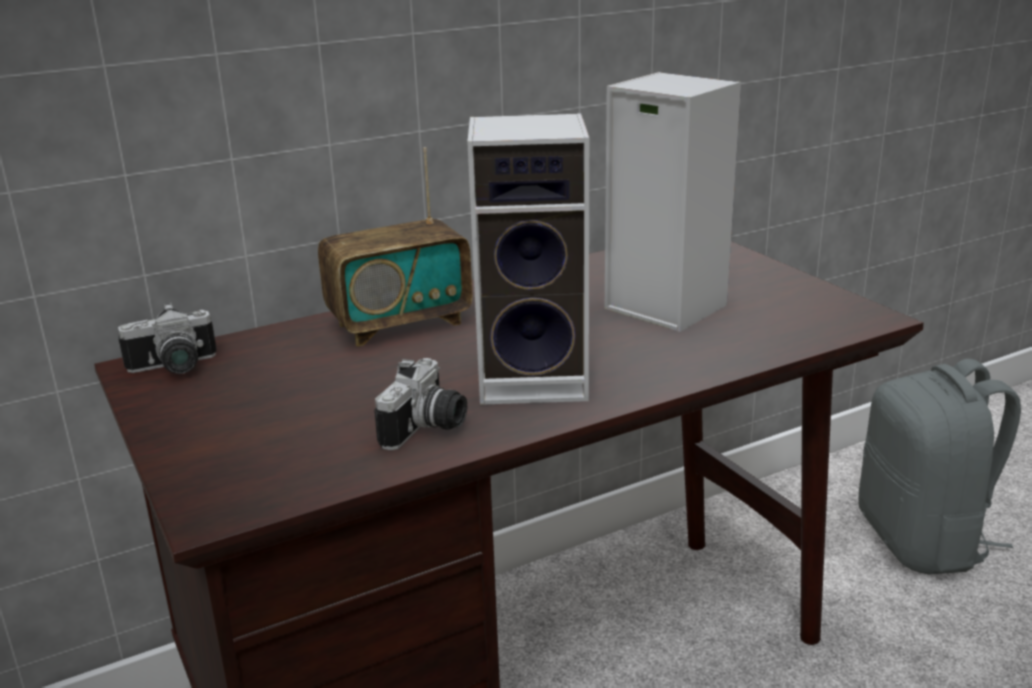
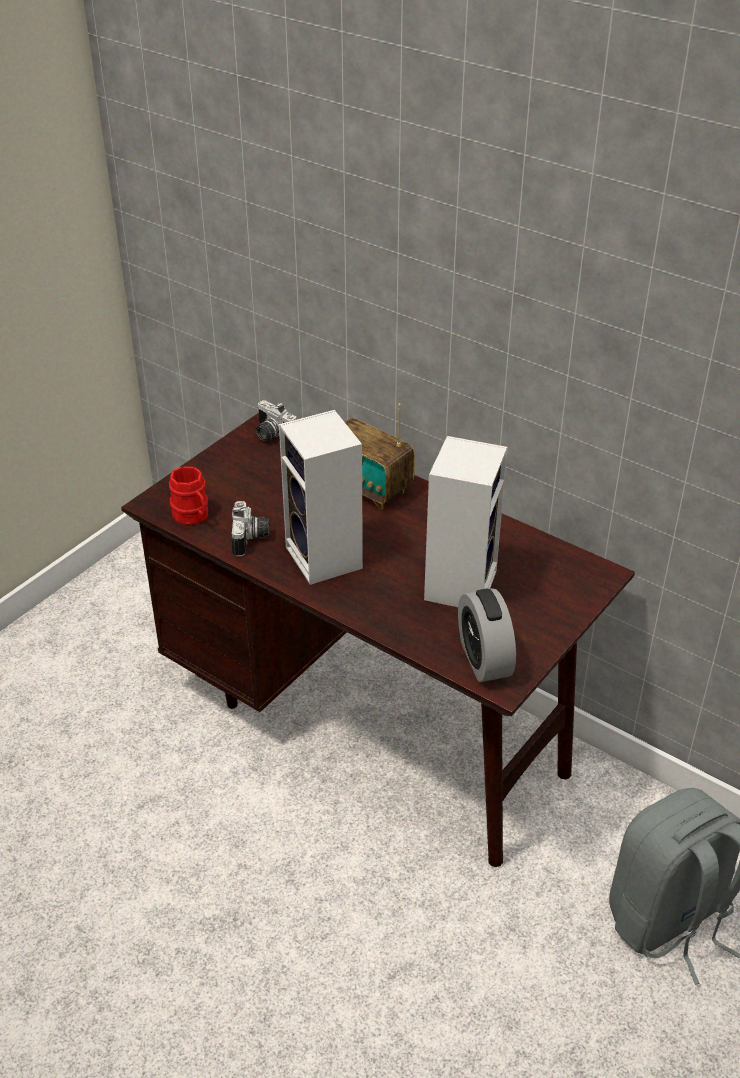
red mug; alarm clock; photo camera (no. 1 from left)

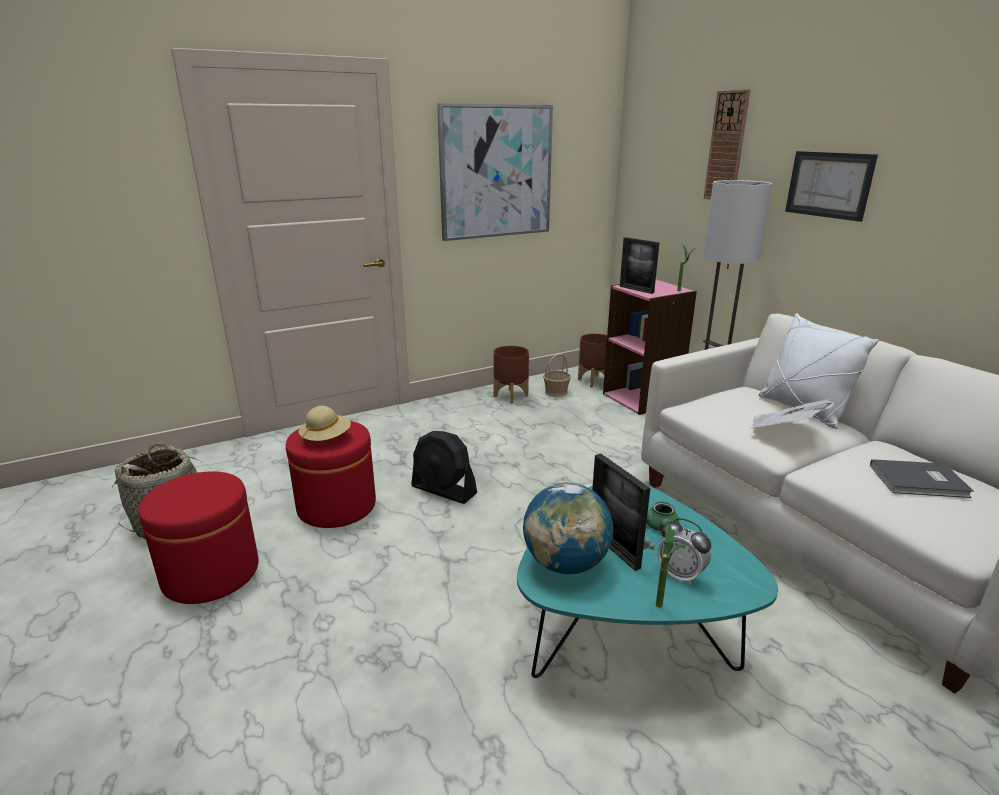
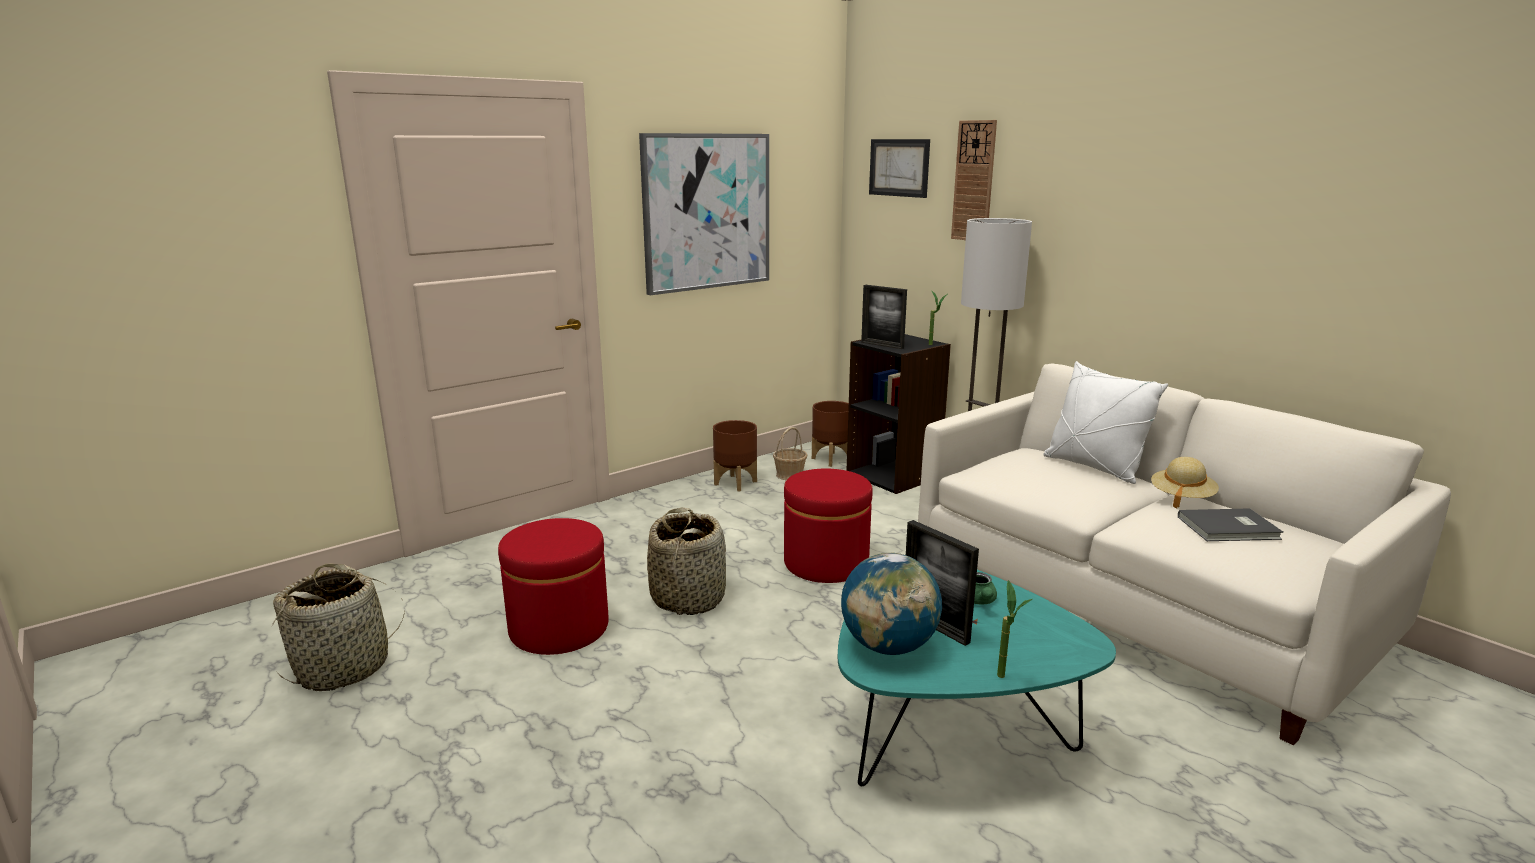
alarm clock; newspaper; red ottoman (no. 2 from left); beige hat; picture (no. 2 from left); basket (no. 2 from left); black bookcase

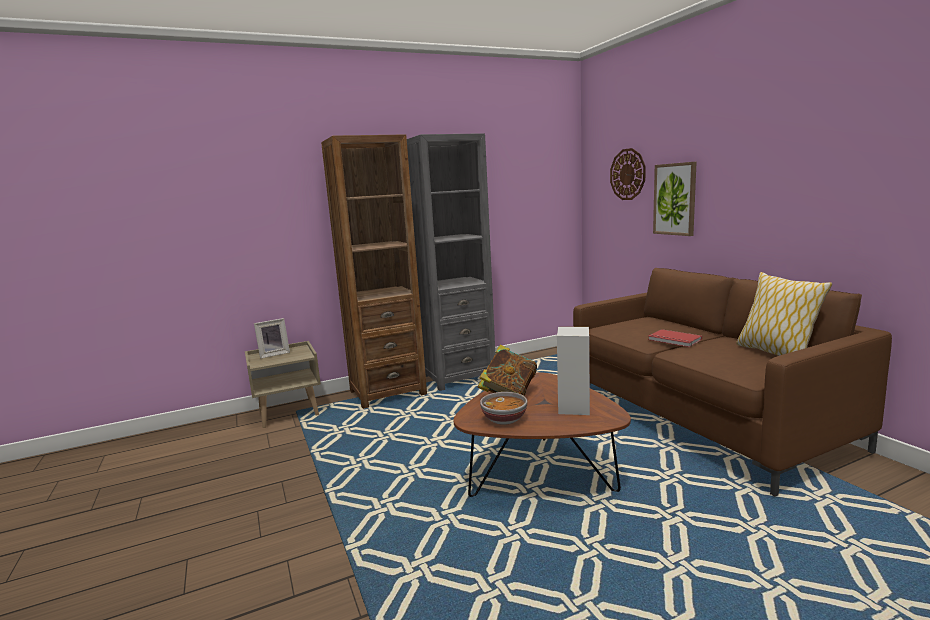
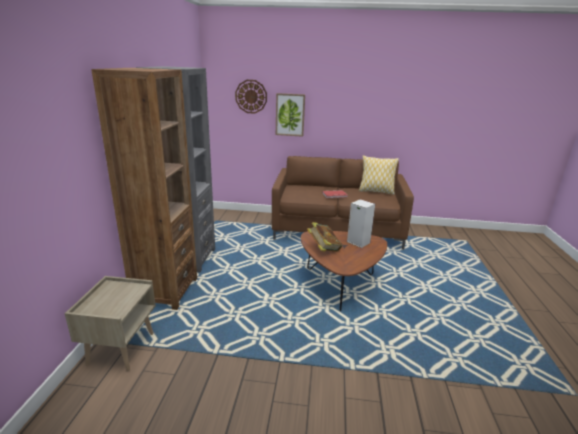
picture frame; bowl

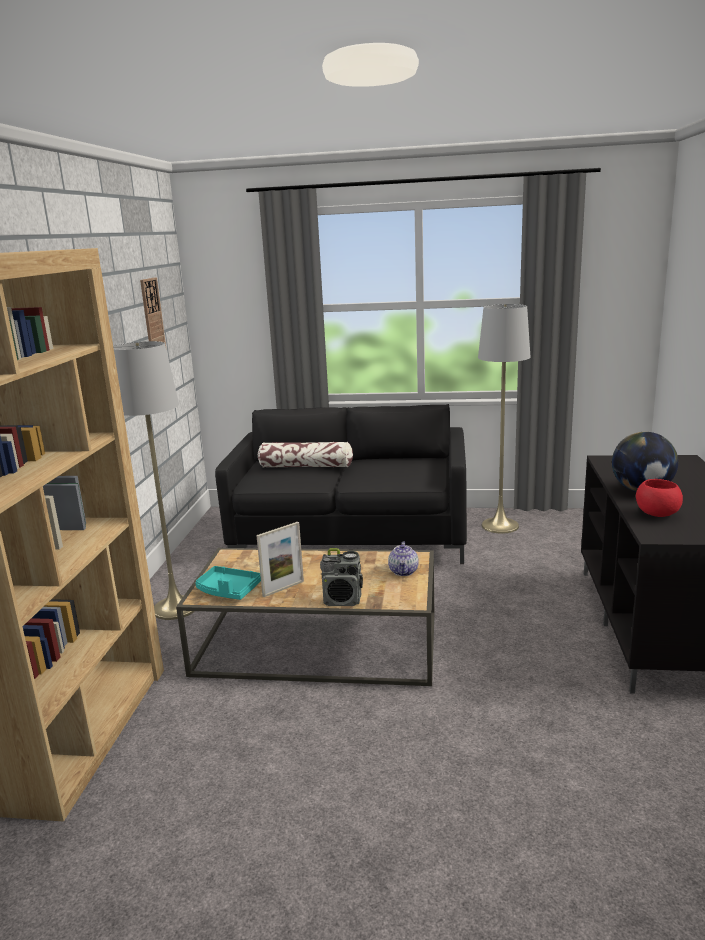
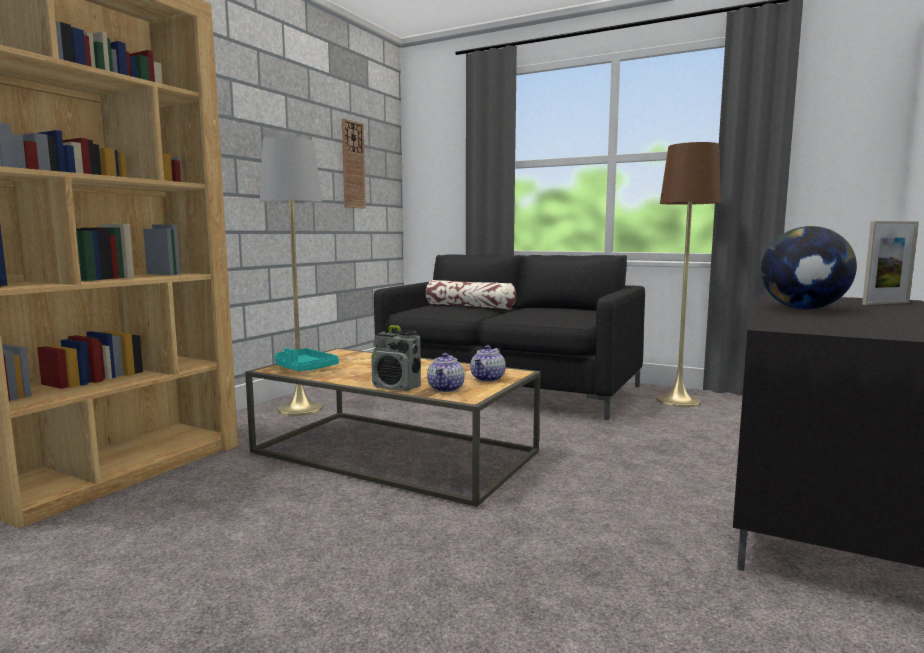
red bowl; teapot (no. 1 from left); picture frame; brown floor lamp

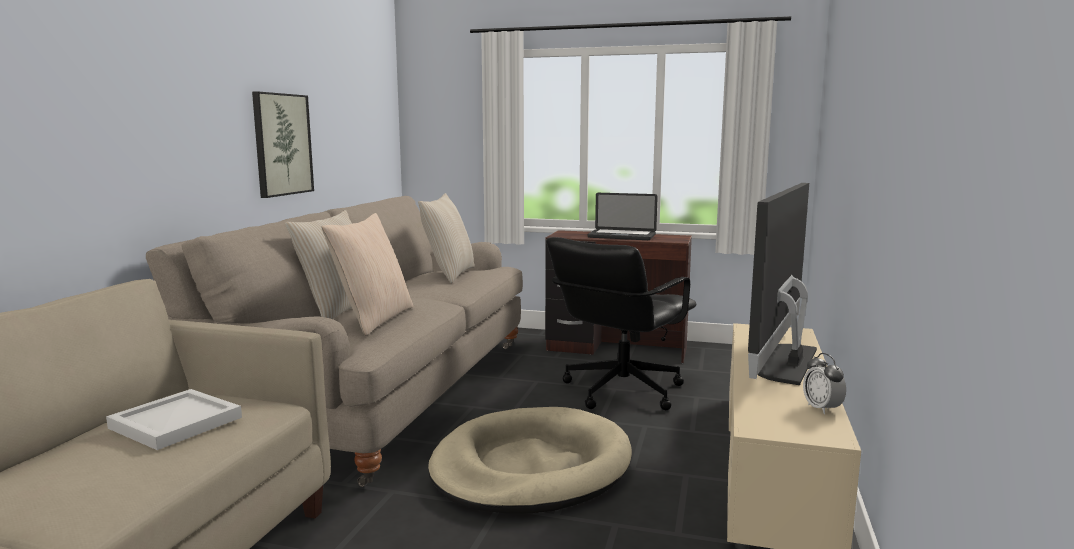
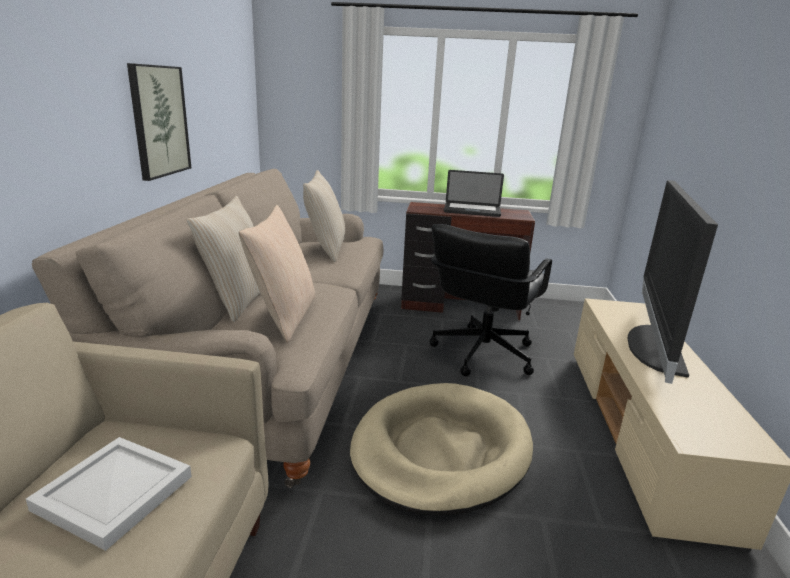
alarm clock

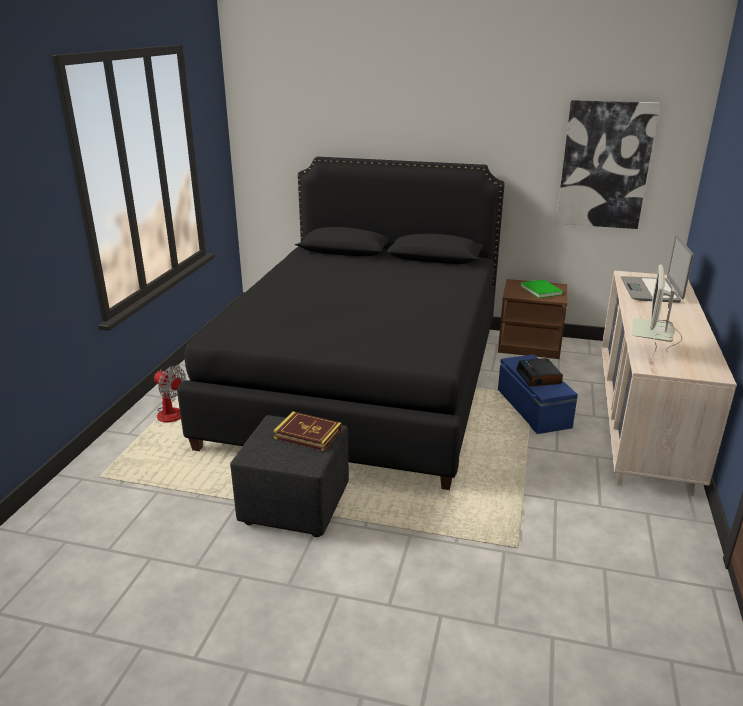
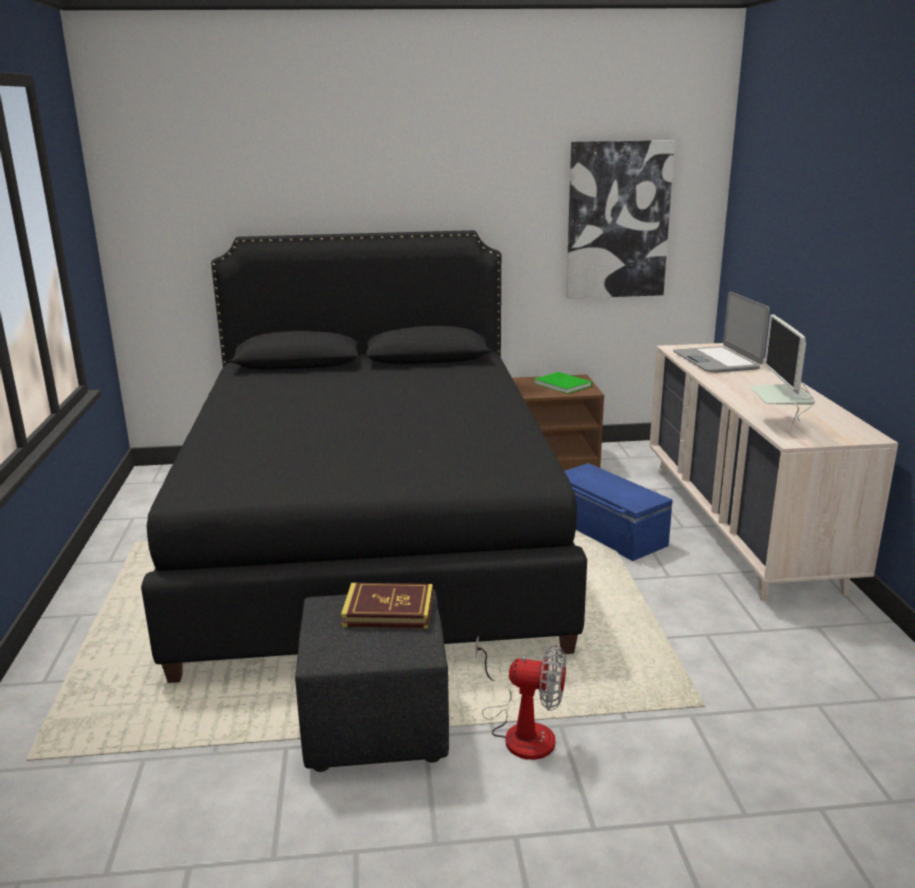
alarm clock; fan

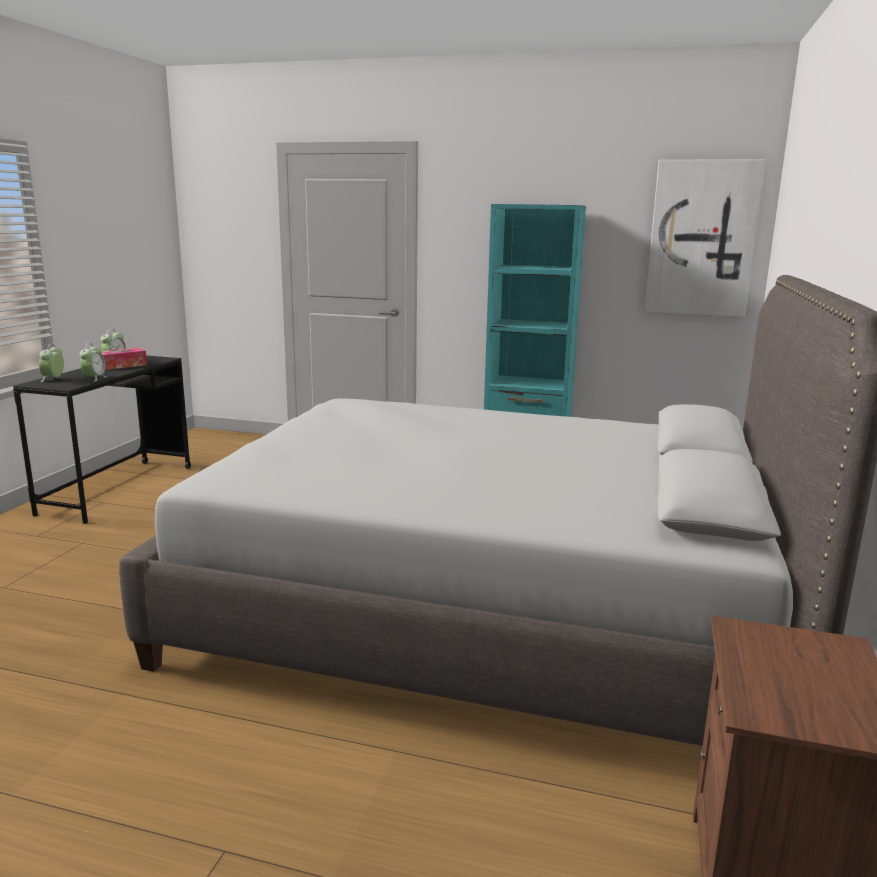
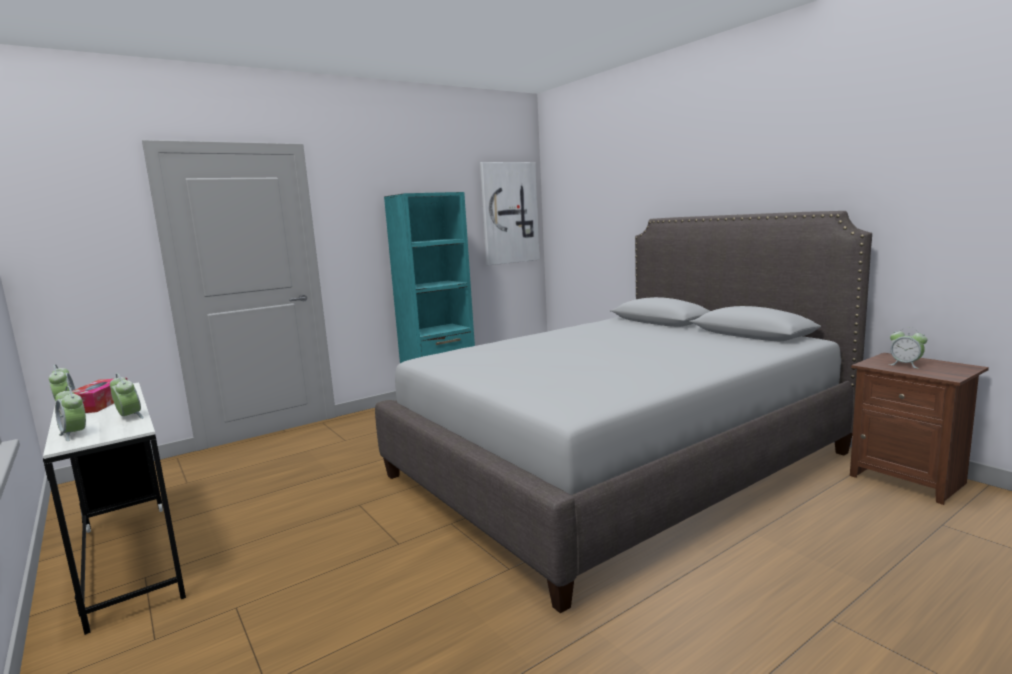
alarm clock (no. 4 from left); white desk

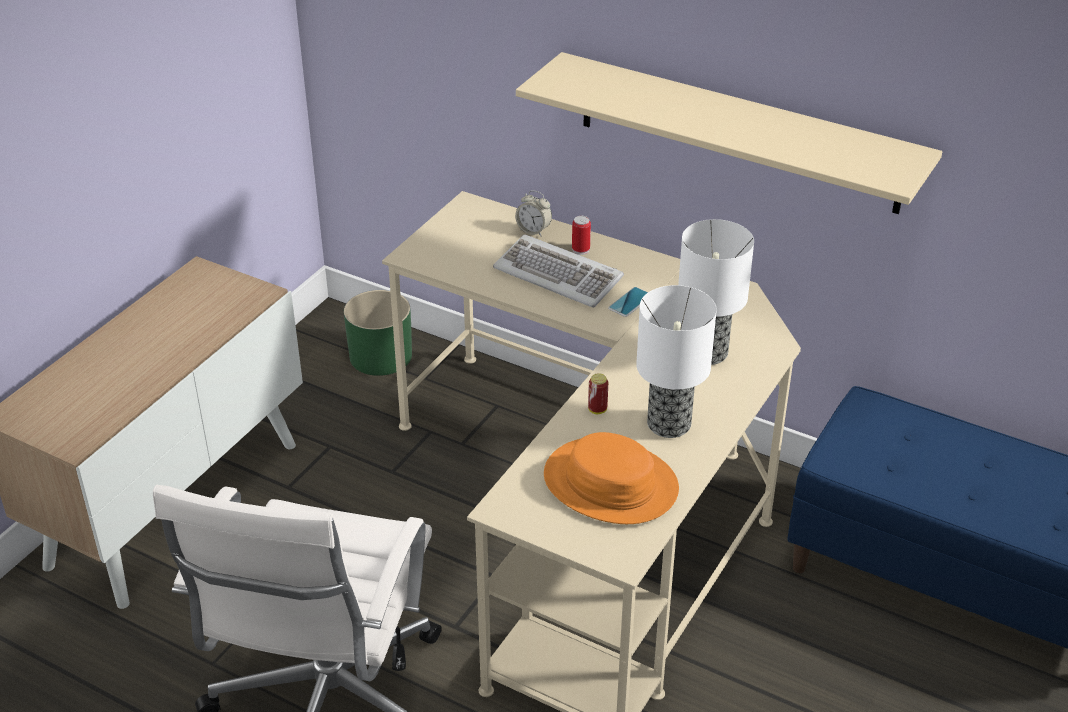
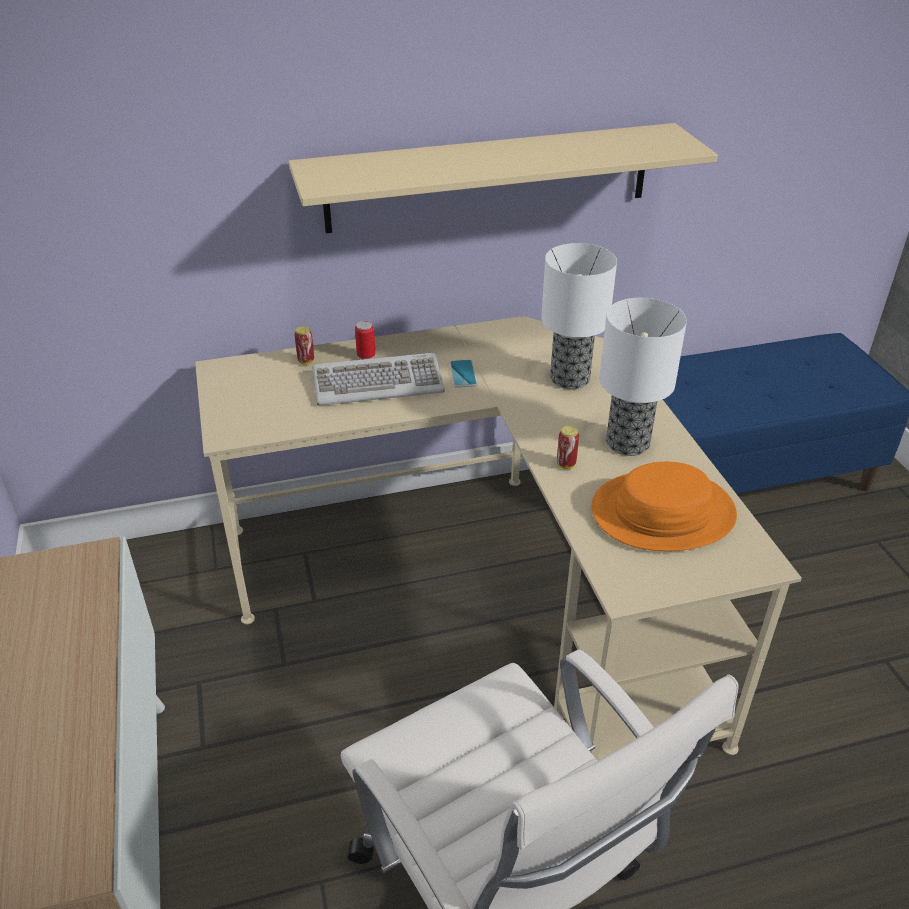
green planter; can (no. 1 from left)

